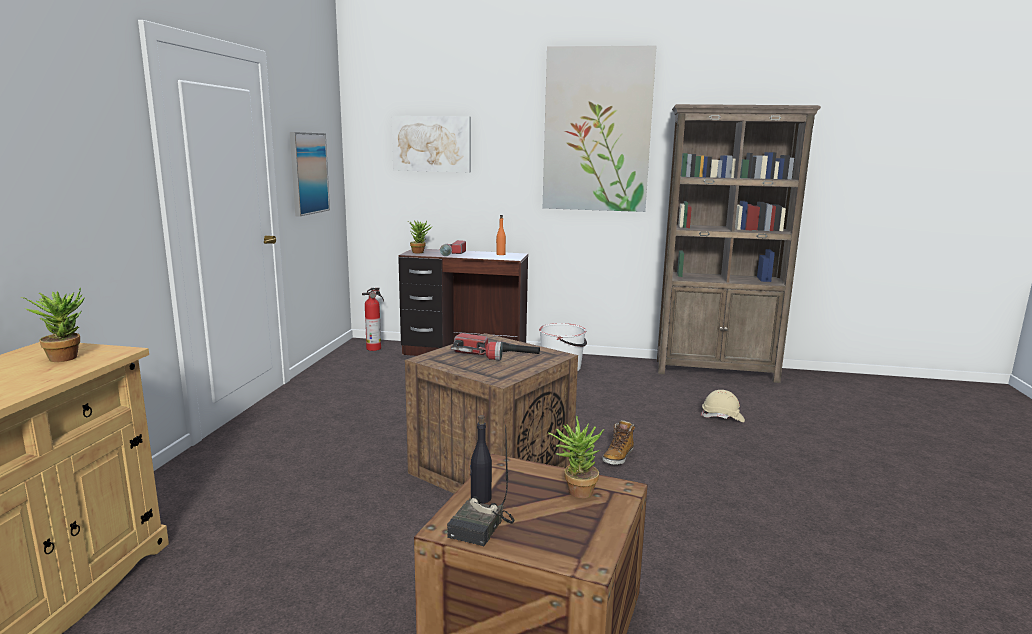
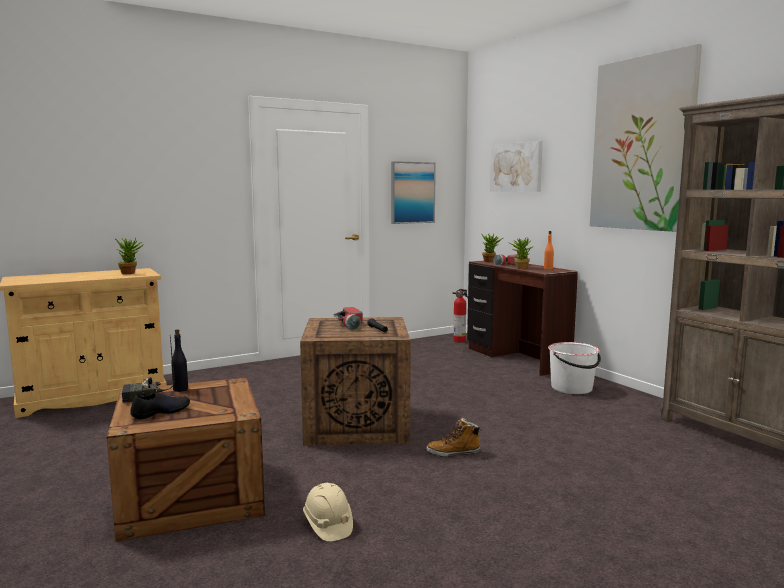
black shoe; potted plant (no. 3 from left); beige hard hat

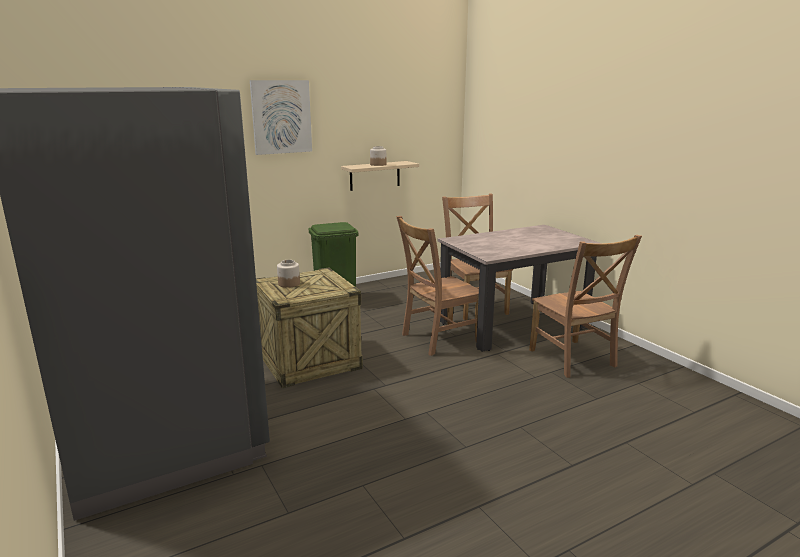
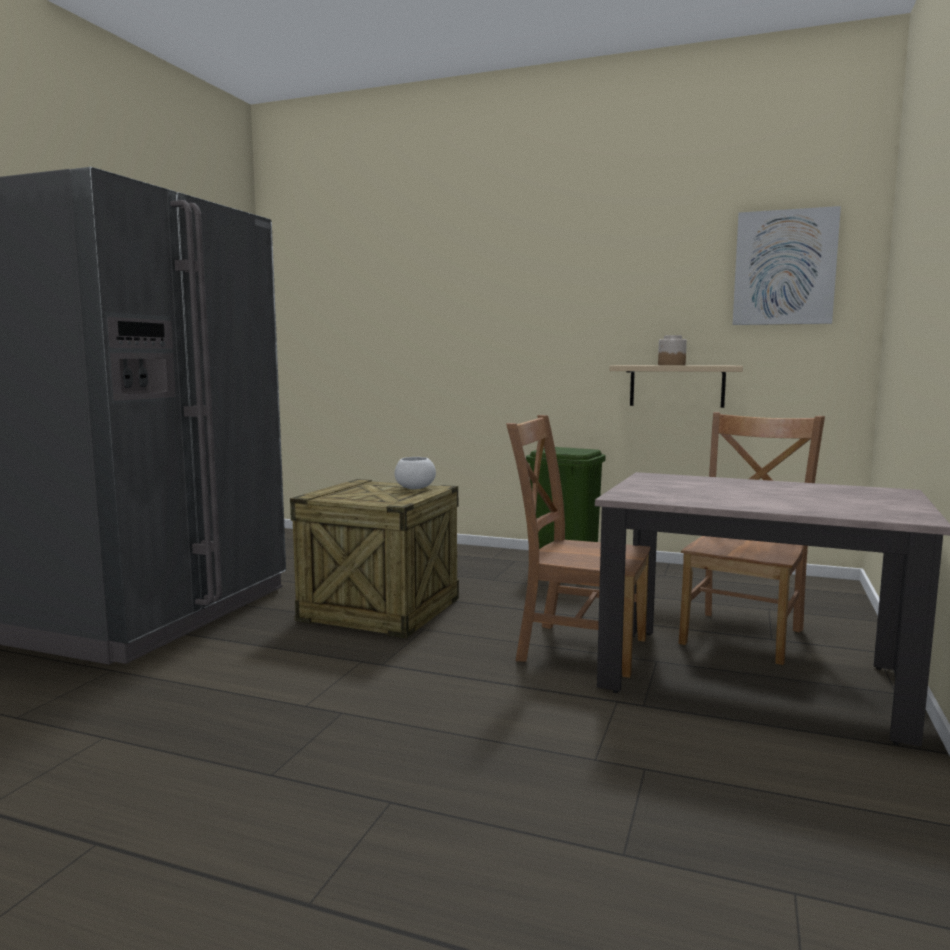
jar (no. 1 from left in the first image); brown chair (no. 3 from left in the first image); white bowl; picture

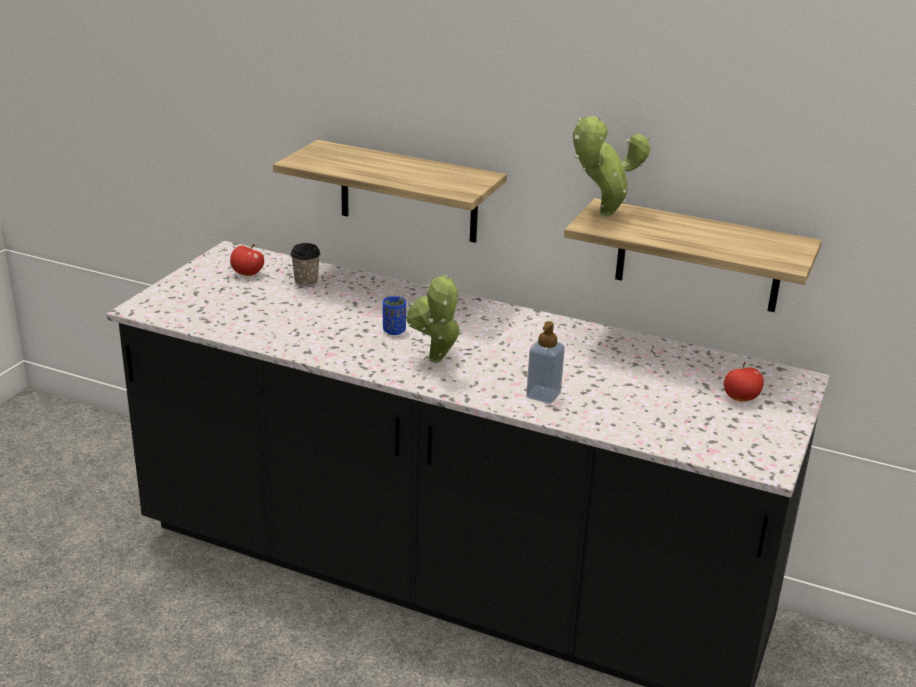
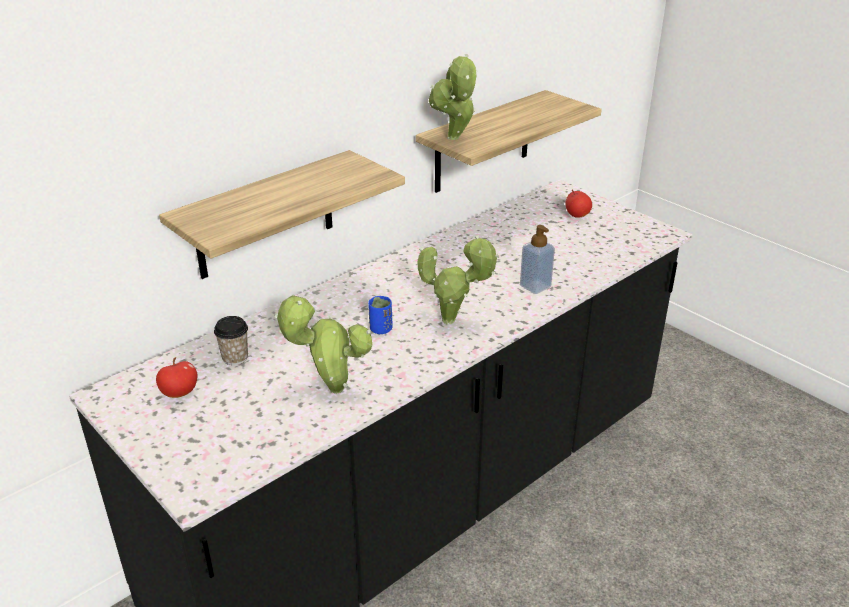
potted plant (no. 1 from left)

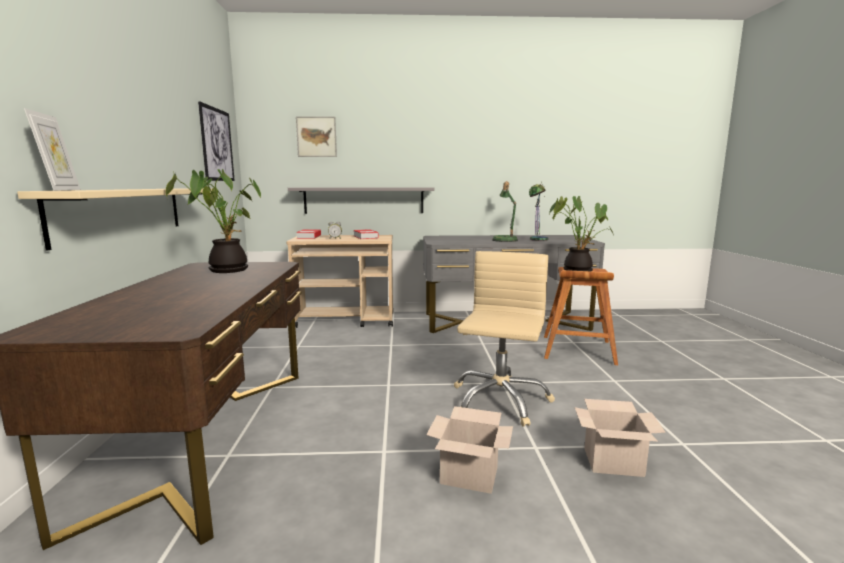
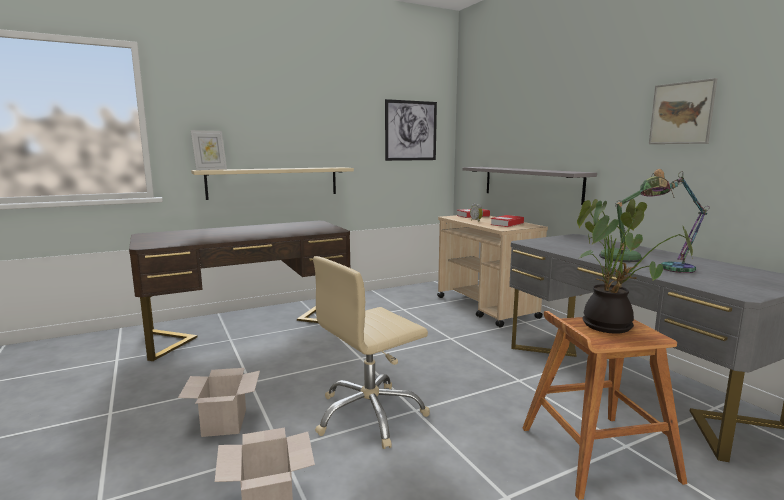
potted plant (no. 1 from left in the first image); picture (no. 2 from left); beige office chair

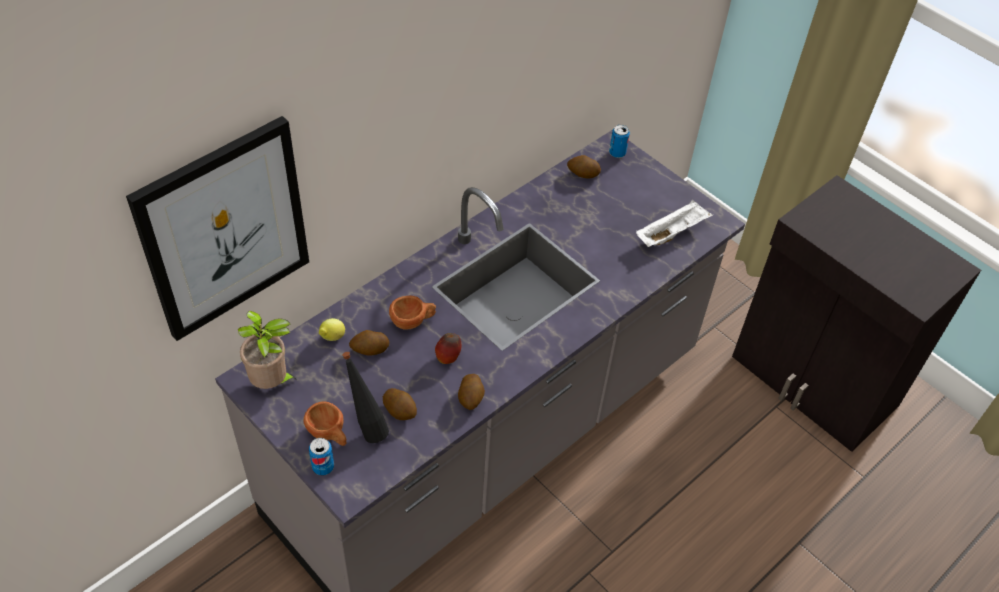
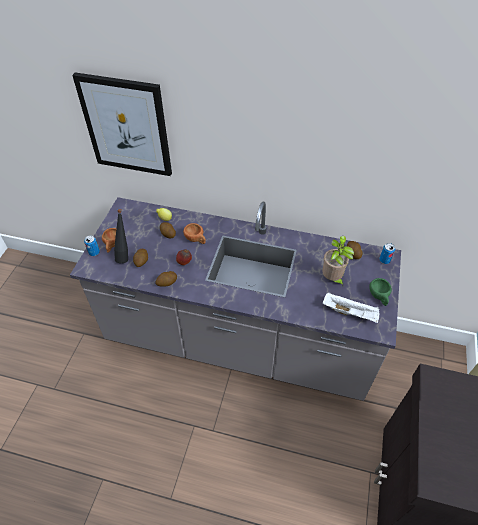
green cup; potted plant

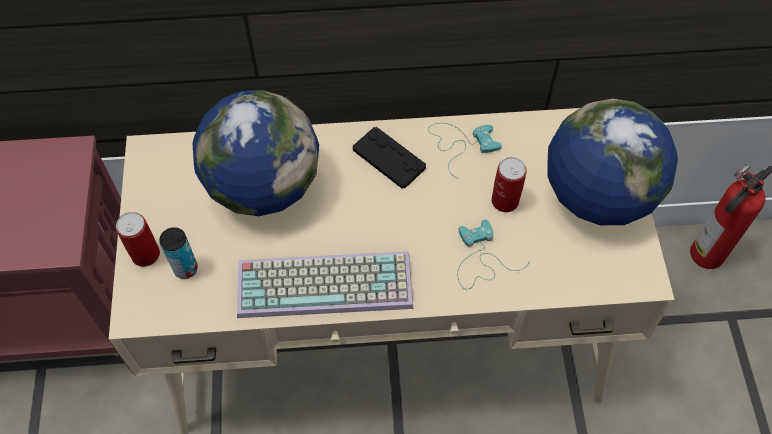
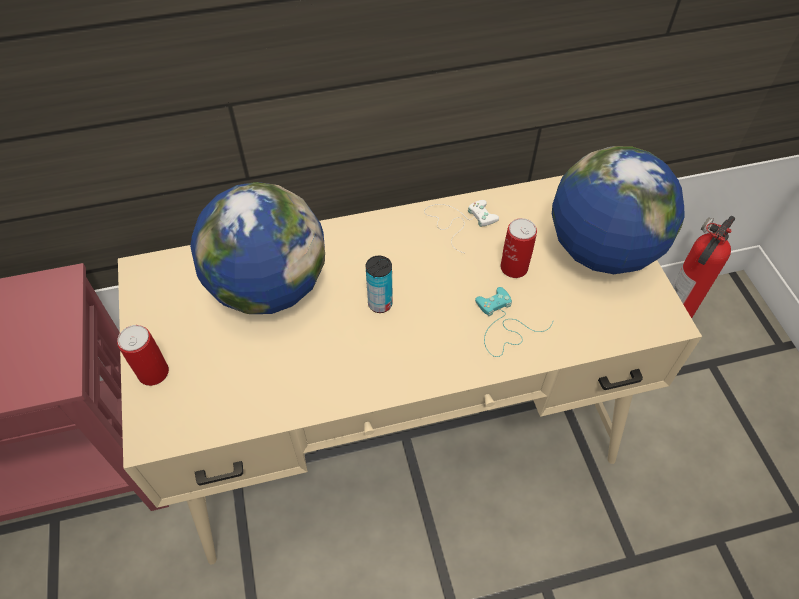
keyboard; black game controller; can (no. 2 from left); white game controller

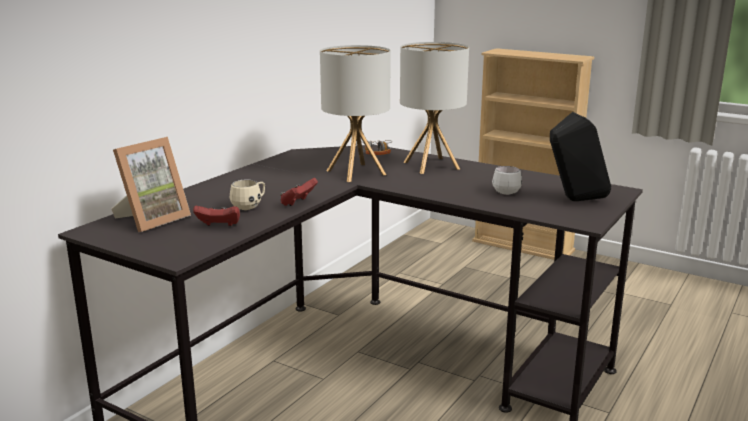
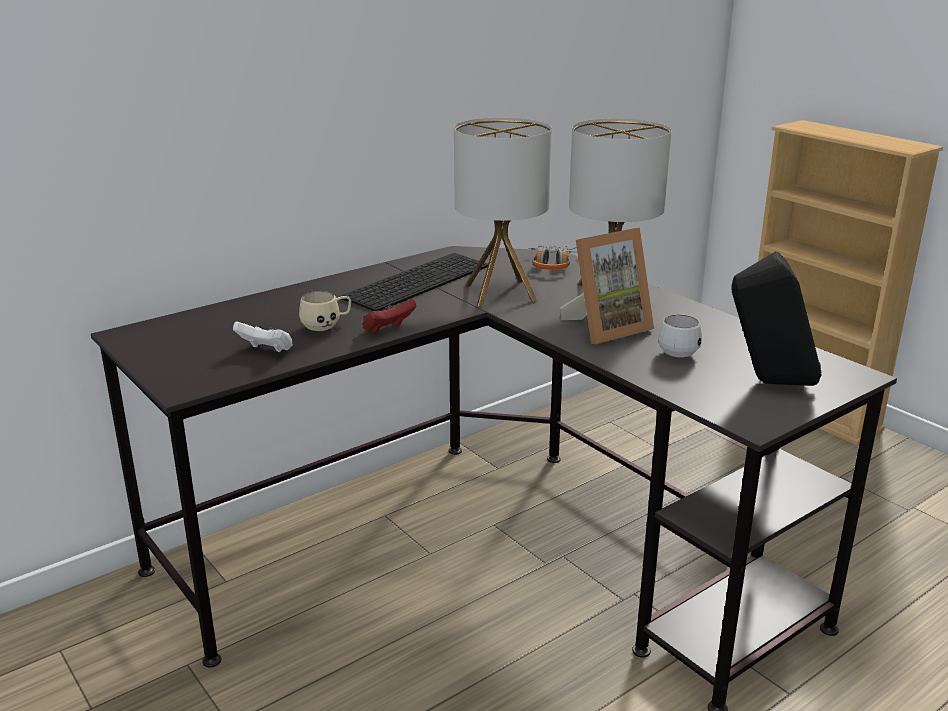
keyboard; picture frame; white game controller

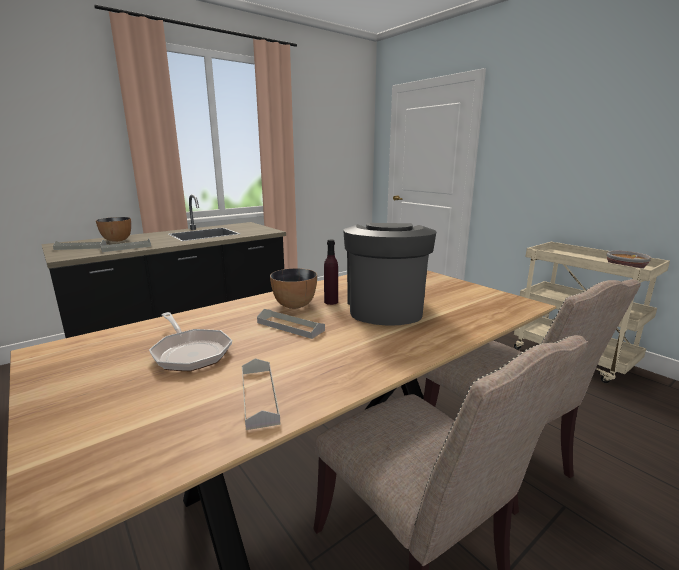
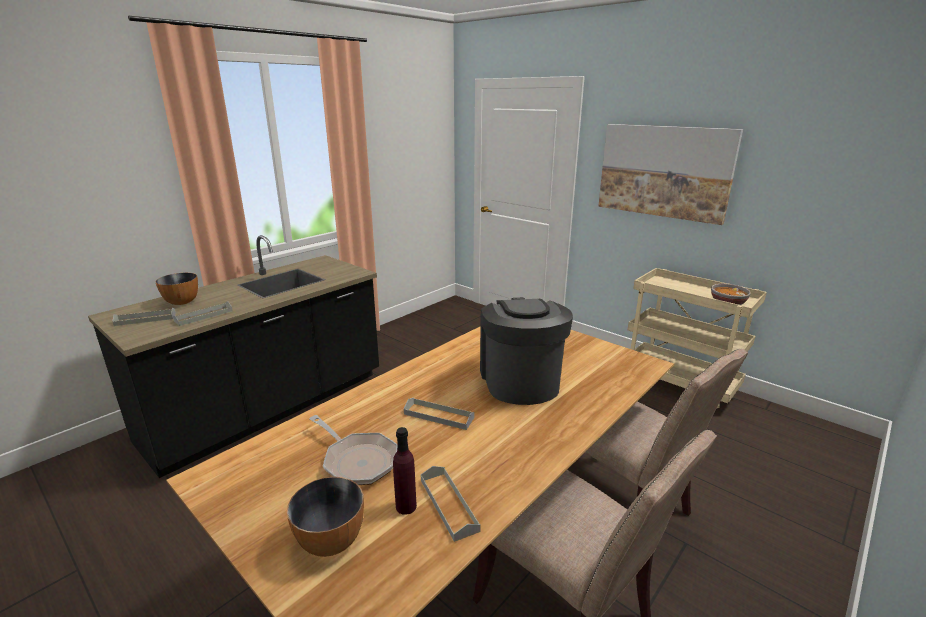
picture; bowl (no. 2 from left); purple bottle

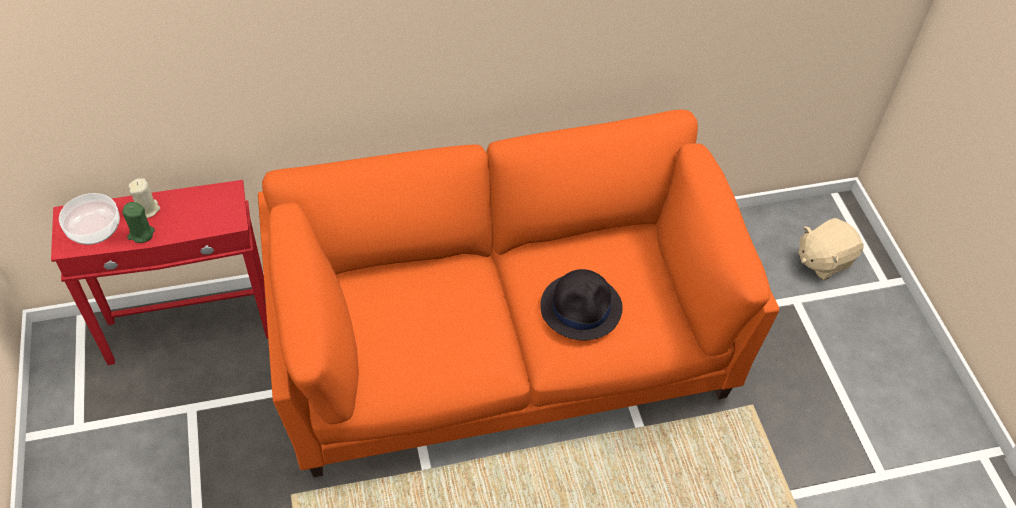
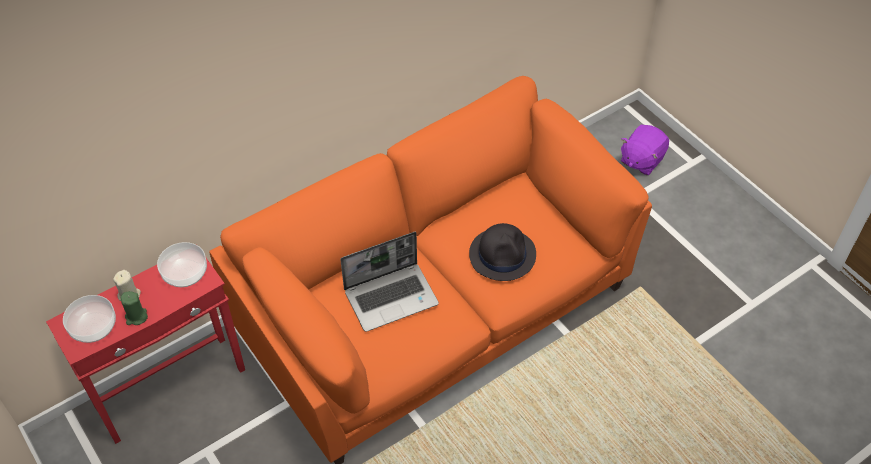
bowl (no. 2 from left); laptop; purple plush toy

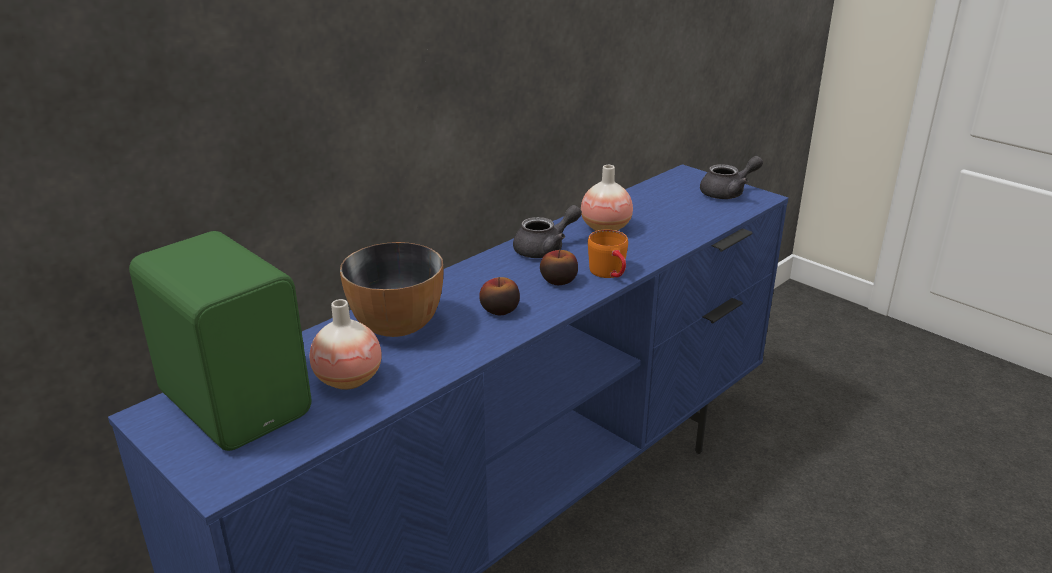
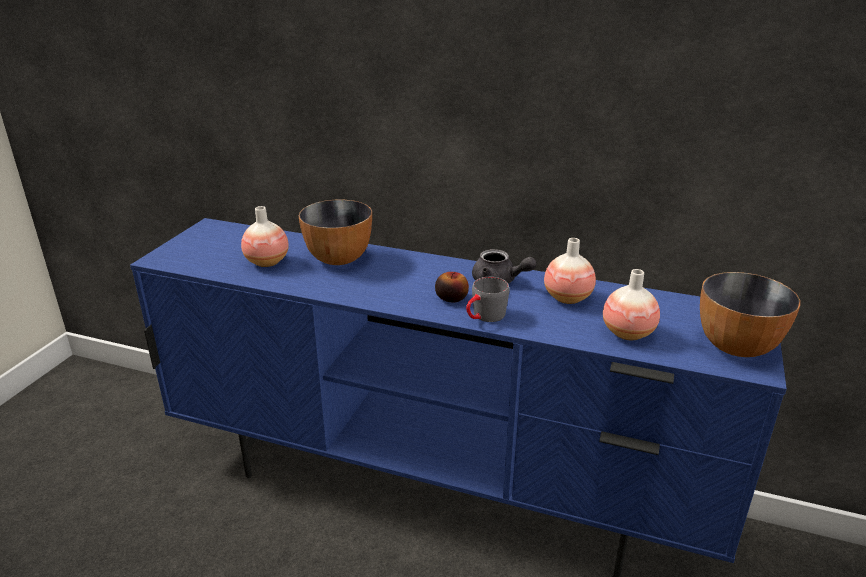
green speaker; apple (no. 1 from left in the first image); vase (no. 3 from left); bowl (no. 2 from left); grey mug

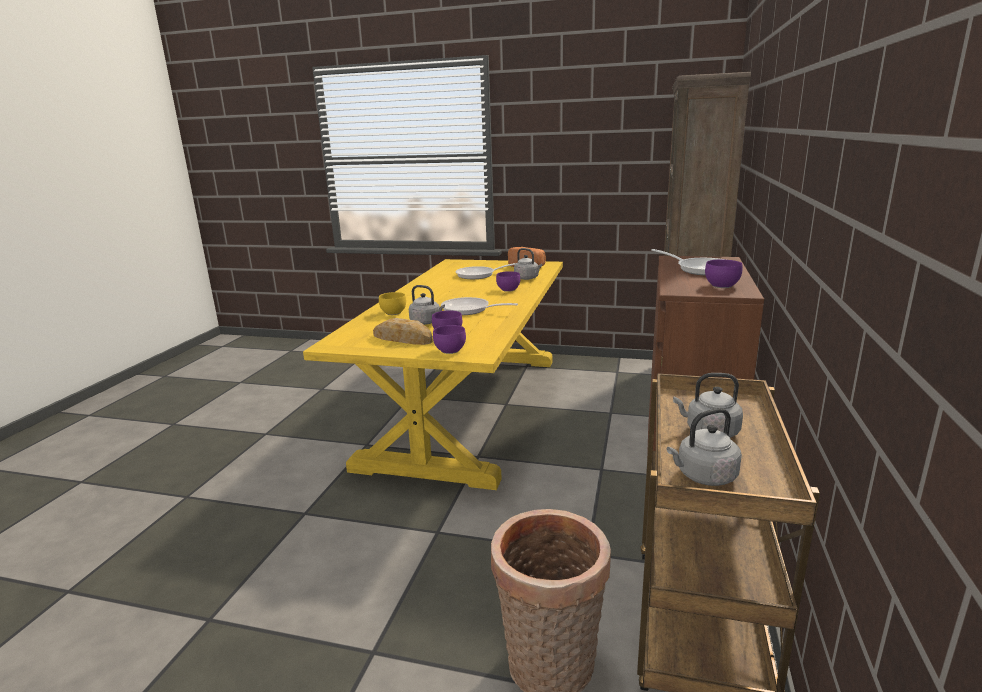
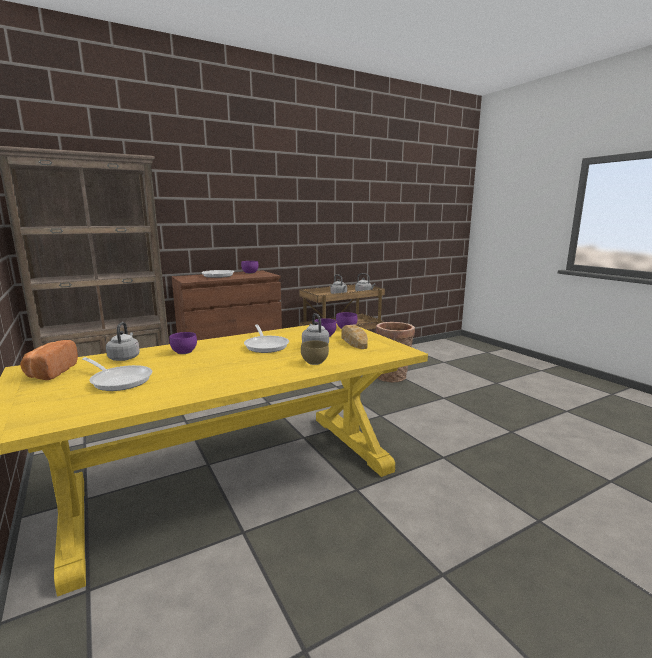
brown bowl

